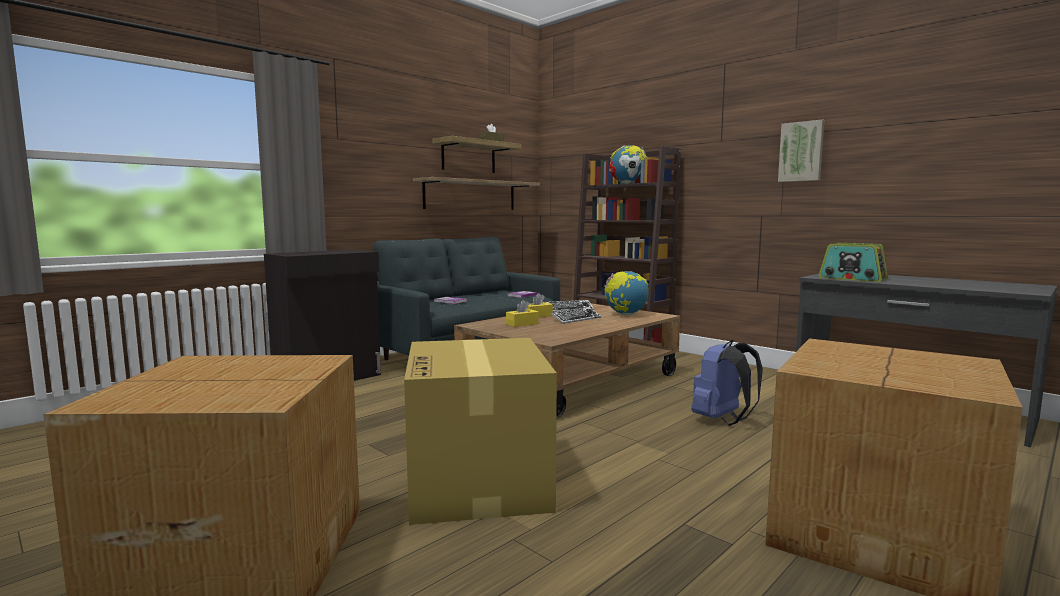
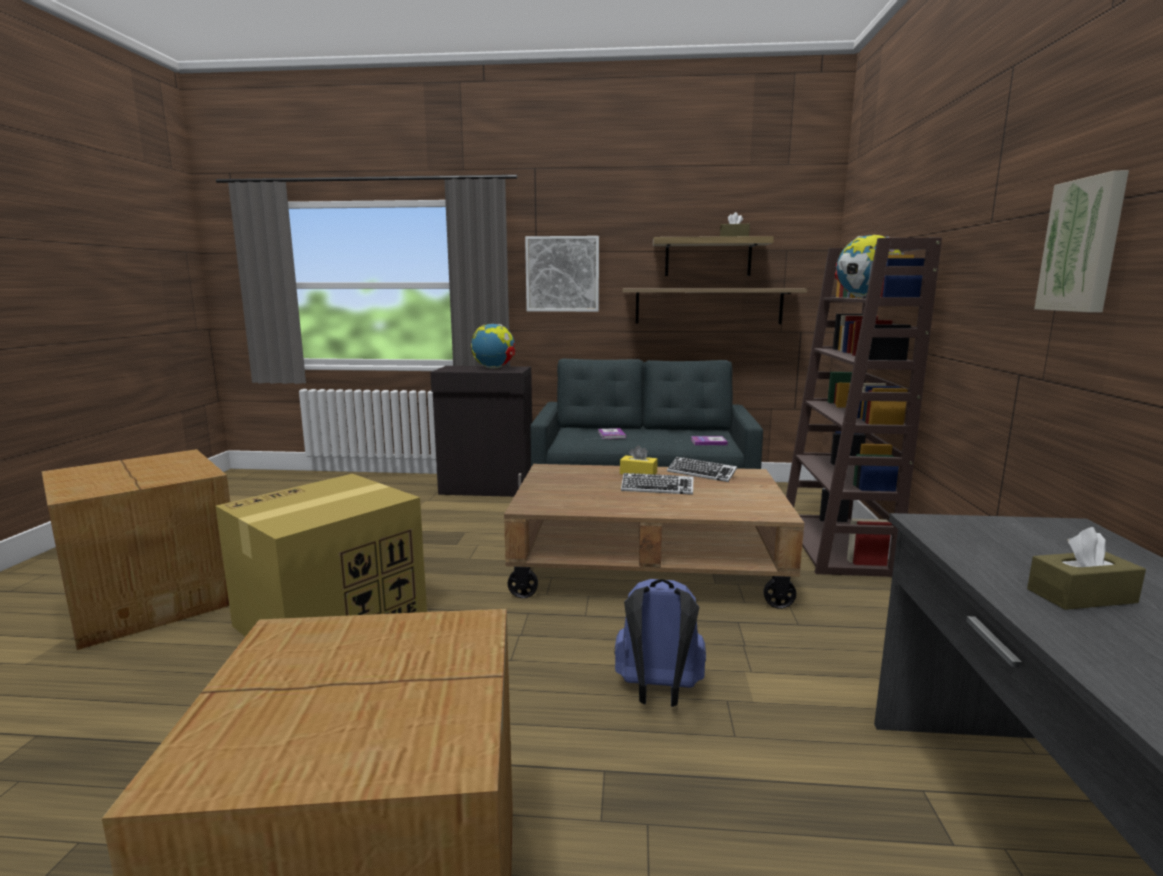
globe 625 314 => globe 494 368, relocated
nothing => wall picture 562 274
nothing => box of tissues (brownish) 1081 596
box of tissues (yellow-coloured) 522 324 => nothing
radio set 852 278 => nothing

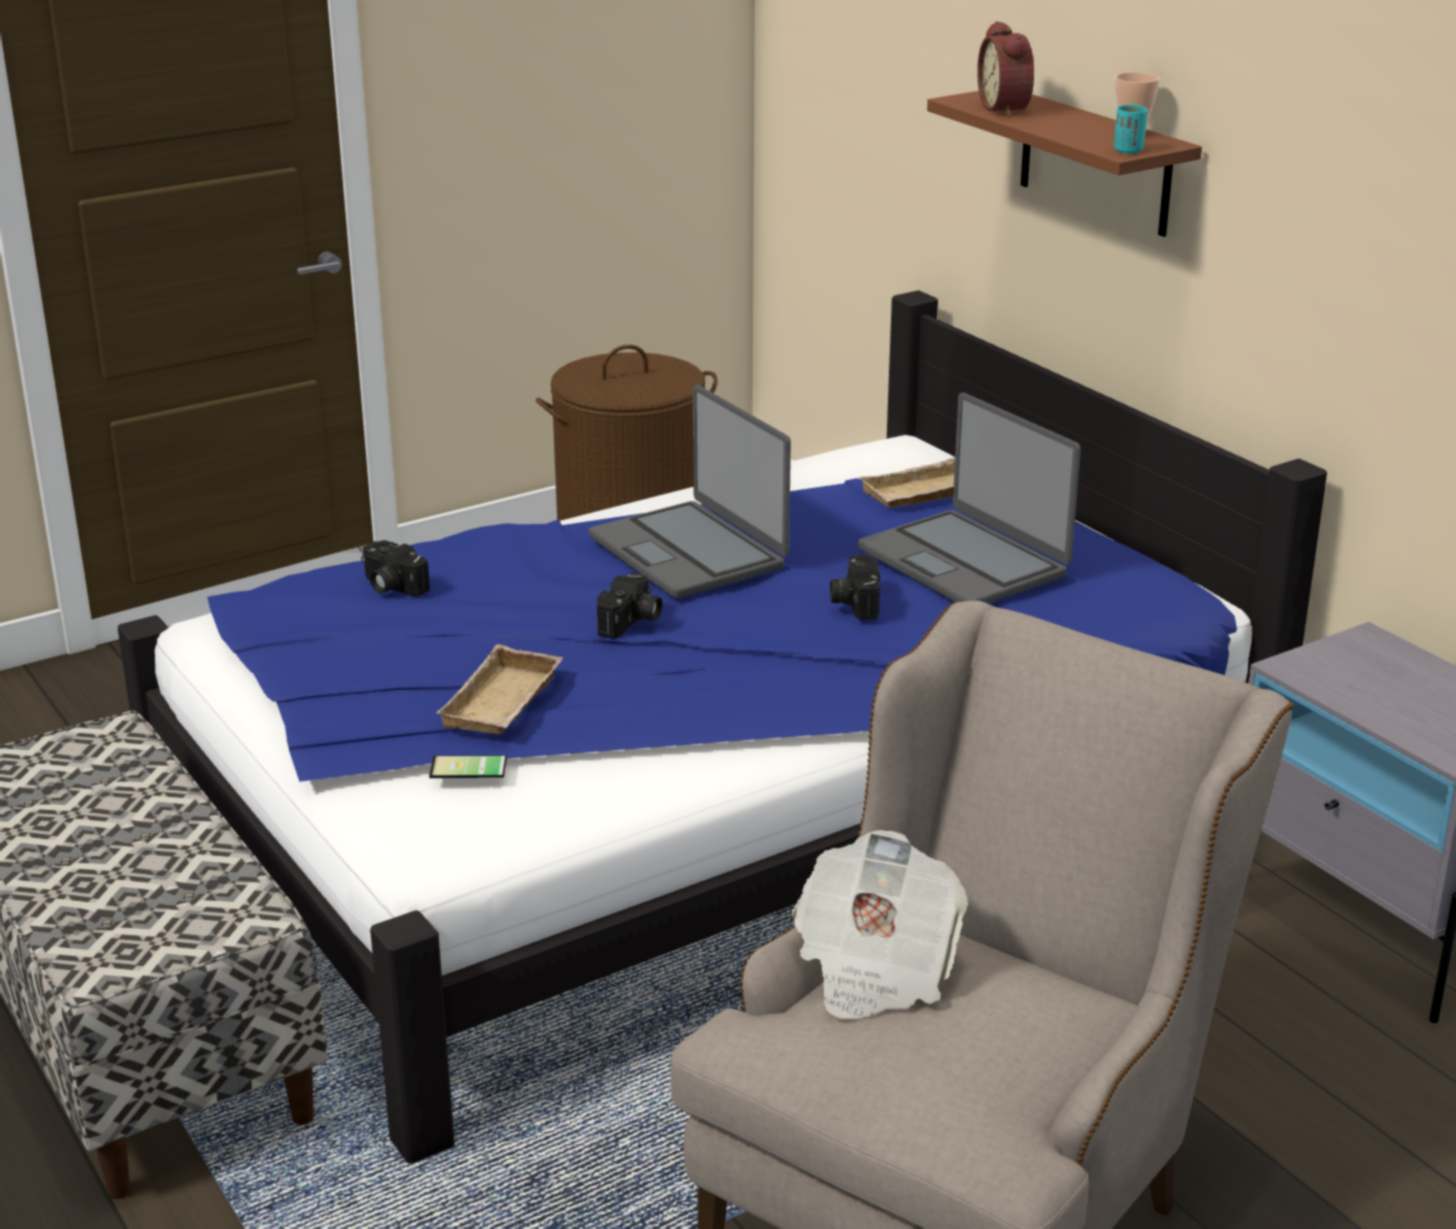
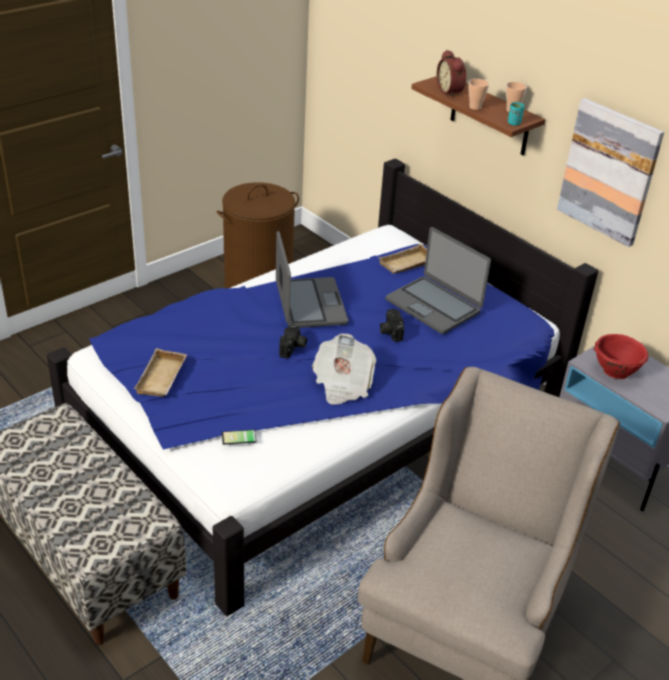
carrying tray (beige-coloured) 504 703 => carrying tray (beige-coloured) 163 378, relocated
laptop 689 552 => laptop 309 304, 150 degrees counterclockwise
printed paper 875 967 => printed paper 342 384, relocated
nothing => cup 475 107
nothing => wall picture 609 172
nothing => deep dish (reddish) 615 371
photo camera 390 586 => nothing

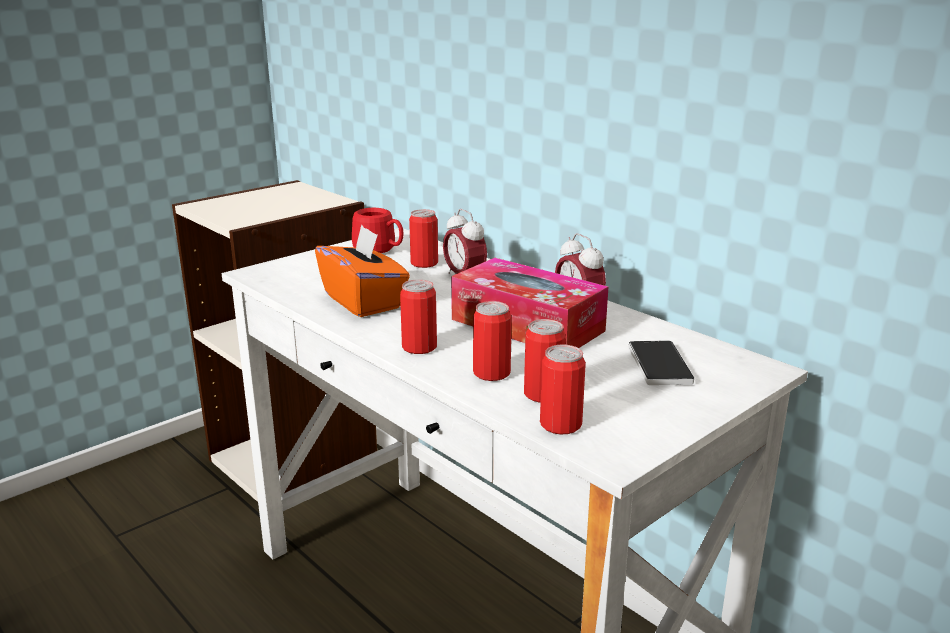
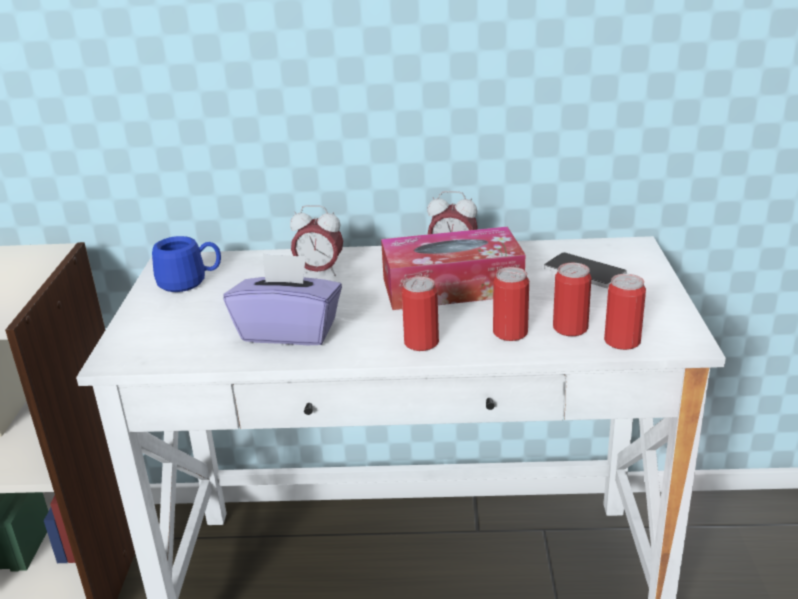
mug (reddish) 380 250 => mug (bluish) 190 282
box of tissues (orange-coloured) 364 301 => box of tissues (purplish) 289 331
metal can 424 263 => nothing

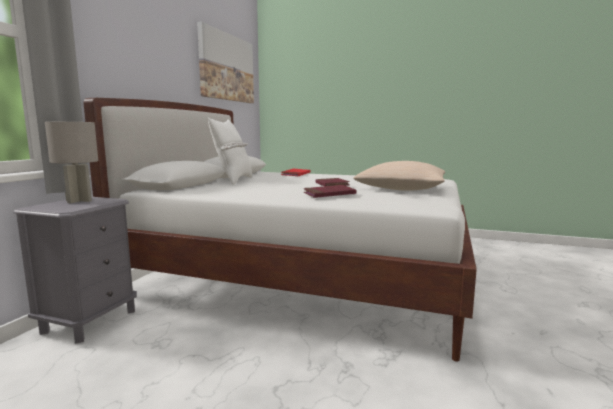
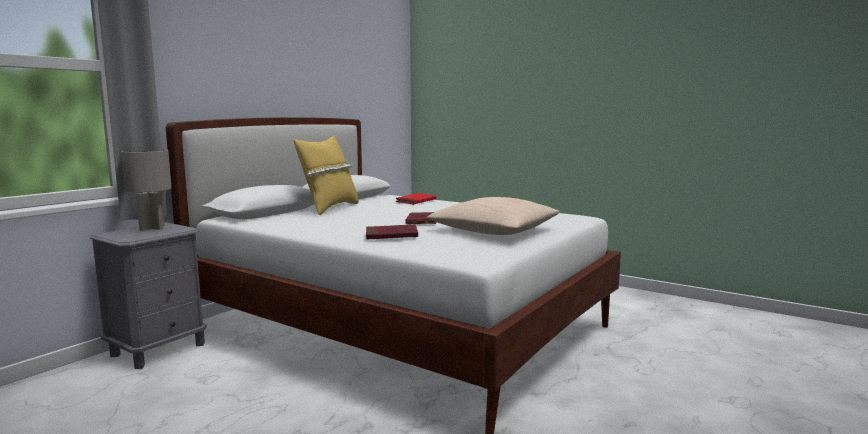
pillow (whitish) 232 180 => pillow (yellow-coloured) 329 208
wall picture 226 67 => nothing

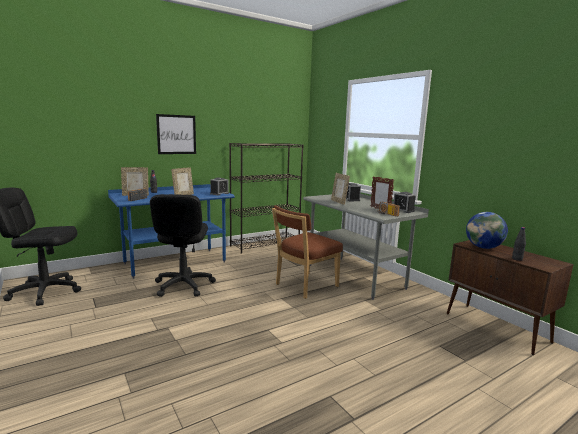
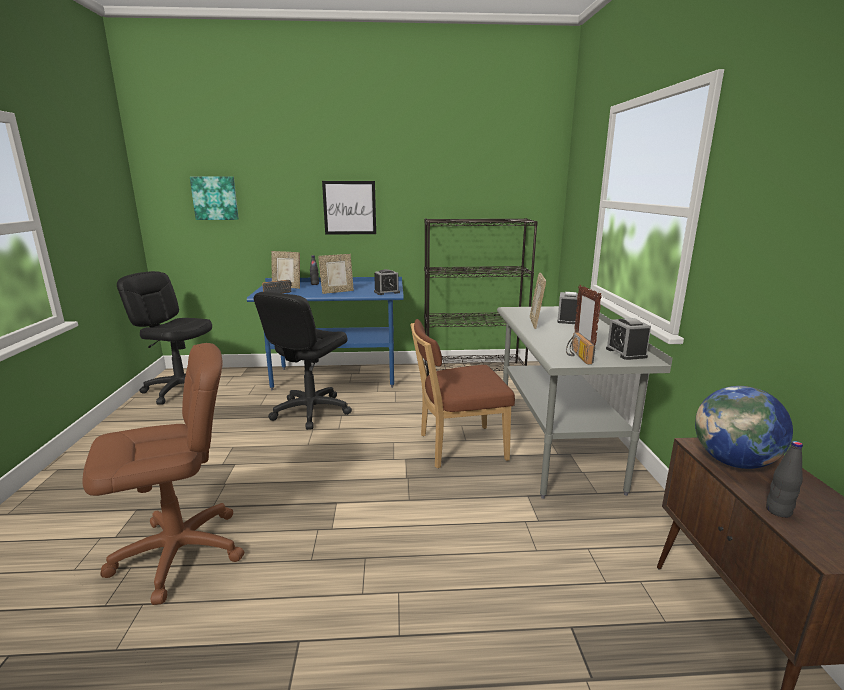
nothing => desk chair (brownish) 180 553
nothing => wall picture 215 198

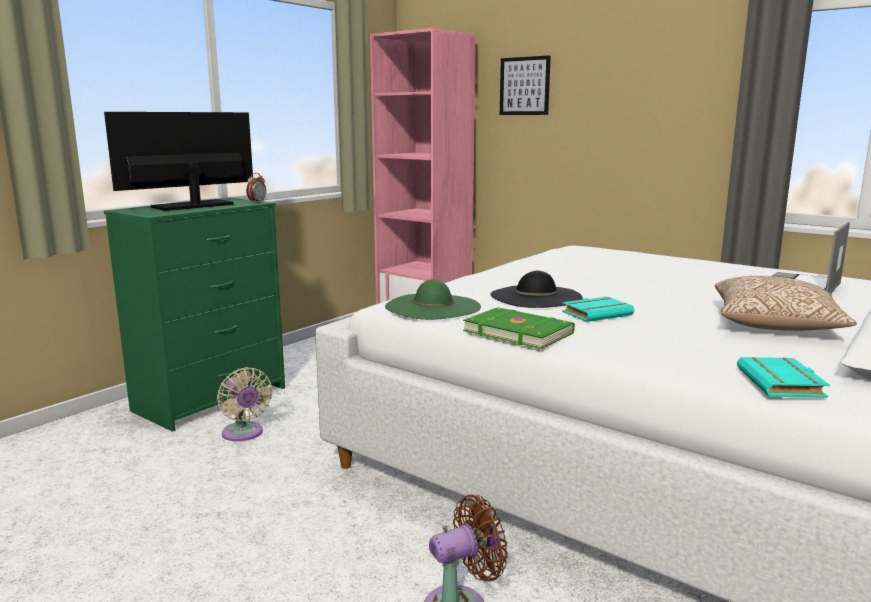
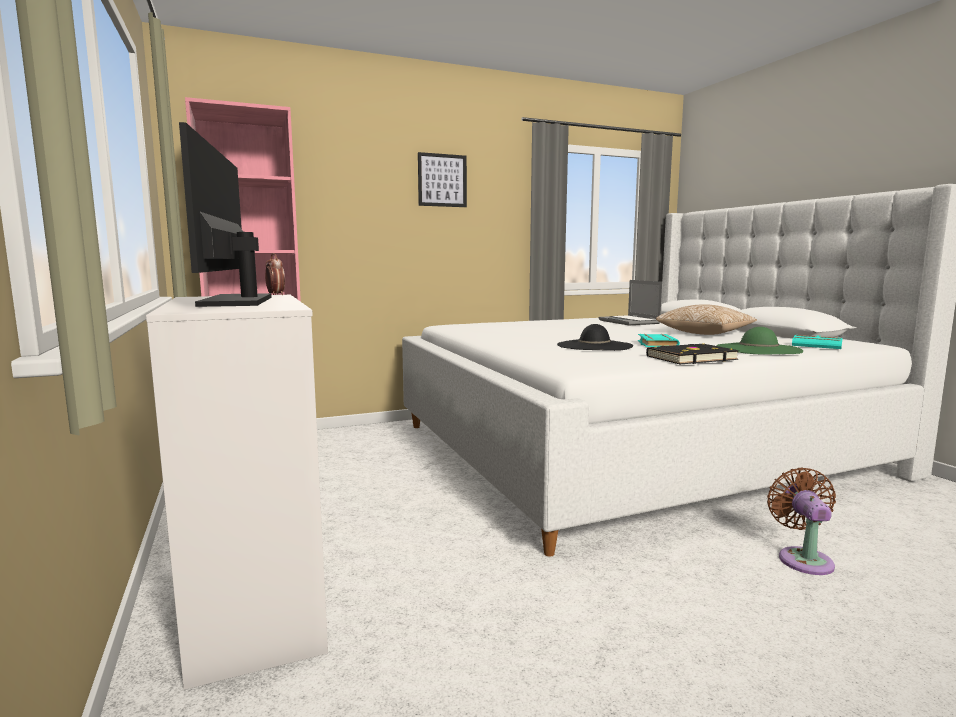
drawer chest (green) 211 398 => drawer chest (whitish) 255 603
wall picture 524 86 => wall picture 442 180, relocated
volume (green) 518 332 => volume (black-coloured) 689 358
clothing hat (green) 432 307 => clothing hat (green) 758 349, relocated
fan (beige-coloured) 244 434 => nothing

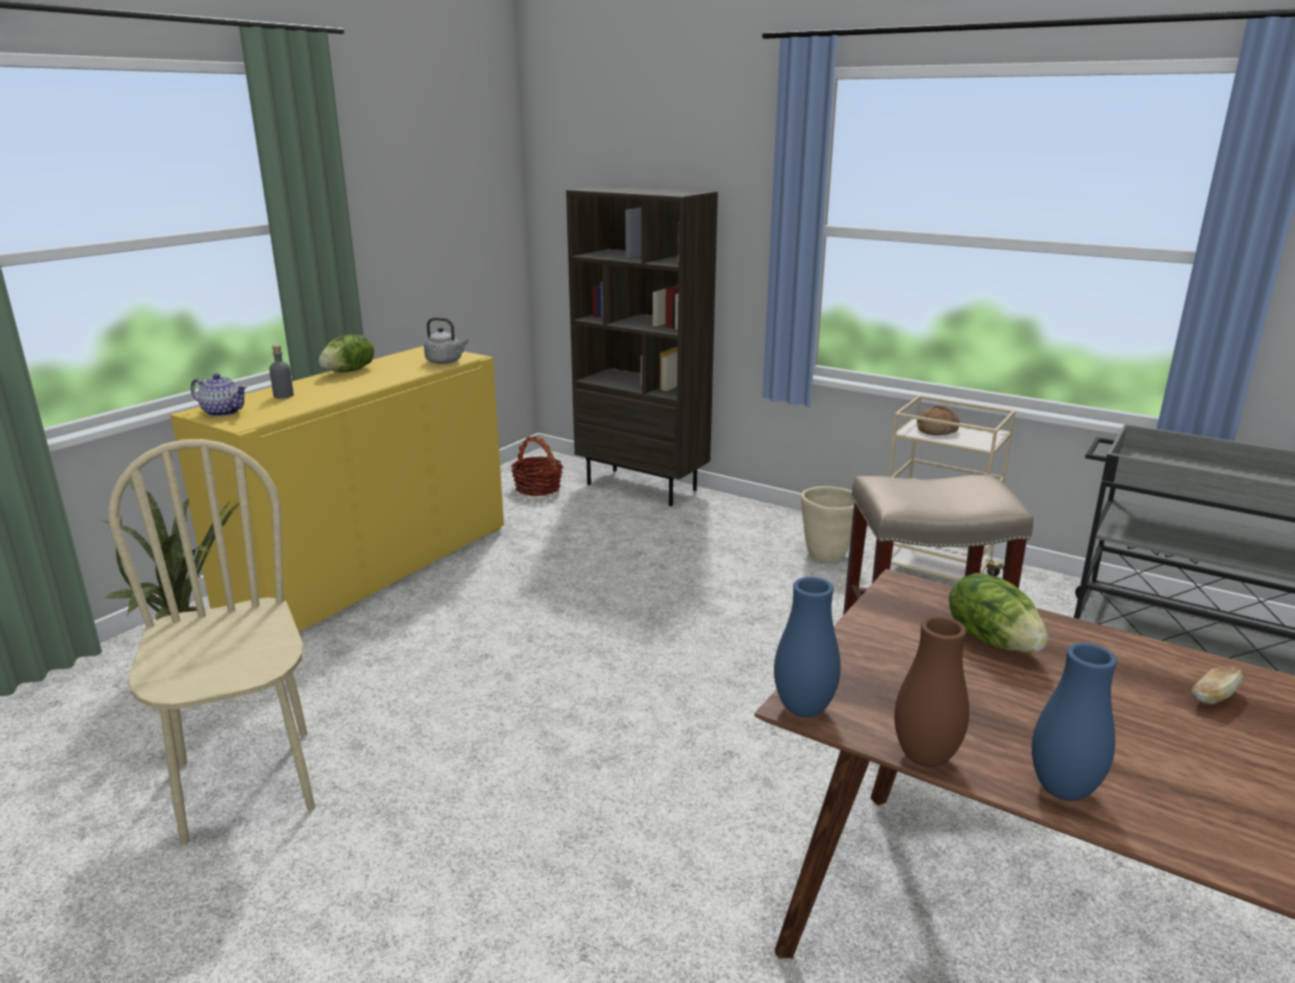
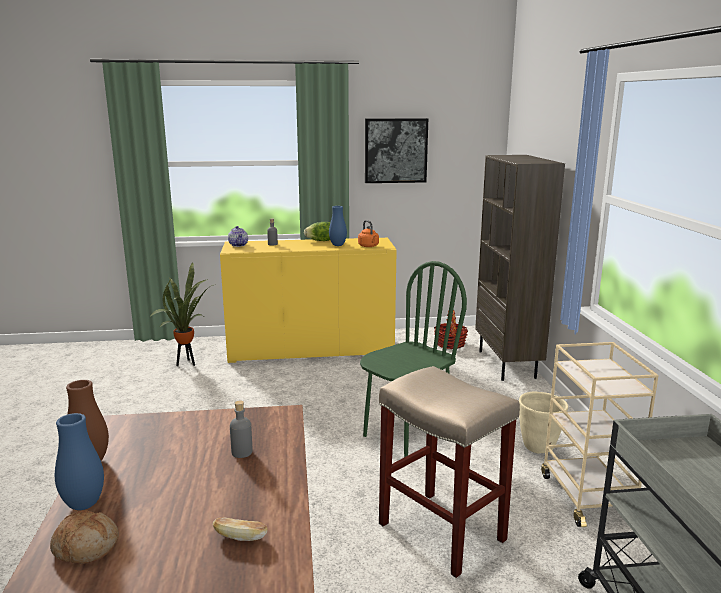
bread 936 430 => bread 86 546, relocated
head of lettuce 992 640 => drink bottle (grey) 242 452
flower vase (bluish) 803 709 => flower vase (bluish) 338 245, relocated
kettle (grey) 446 362 => kettle (orange-coloured) 369 246
nothing => plain chair (green) 406 435
nothing => wall picture 395 150
plain chair (beige-coloured) 247 785 => nothing

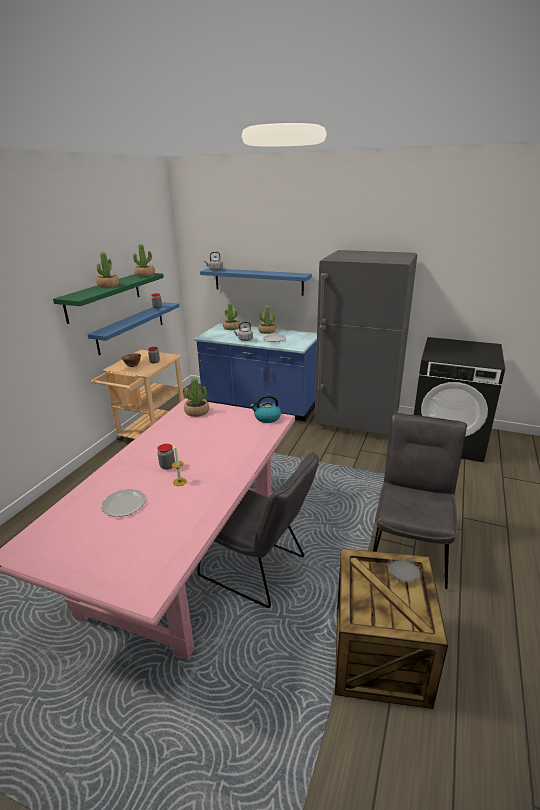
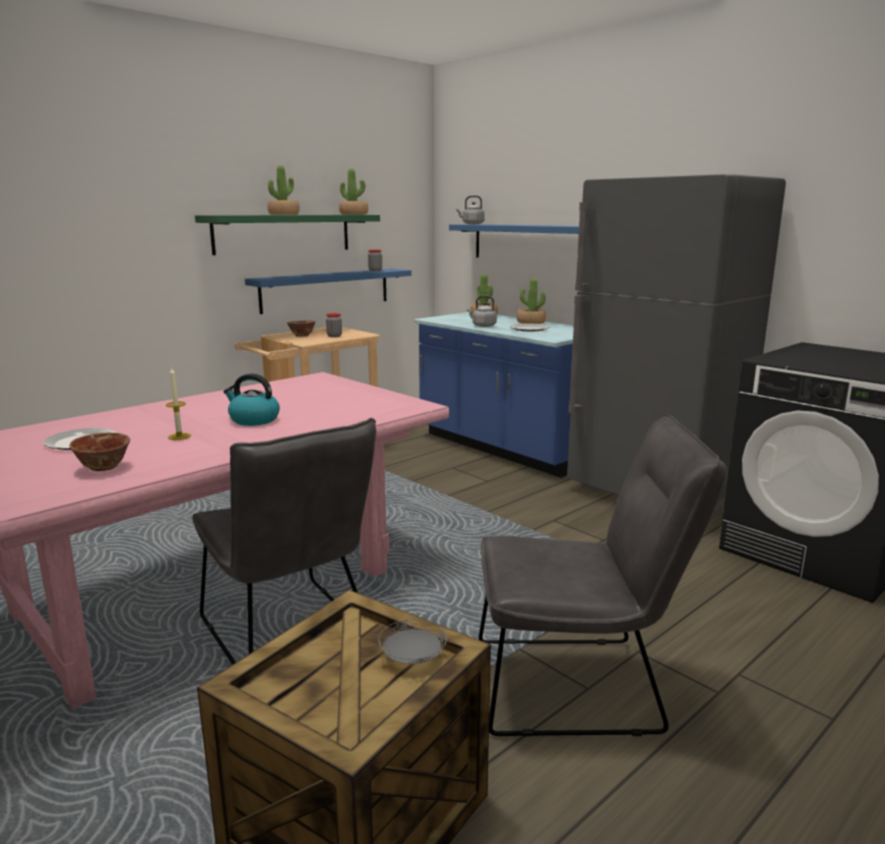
nothing => deep dish 104 467
kettle 267 418 => kettle 253 420, relocated
plain chair (grey) 410 546 => plain chair (grey) 580 685, 45 degrees clockwise
preserve jar 167 466 => nothing
potted plant 197 412 => nothing

